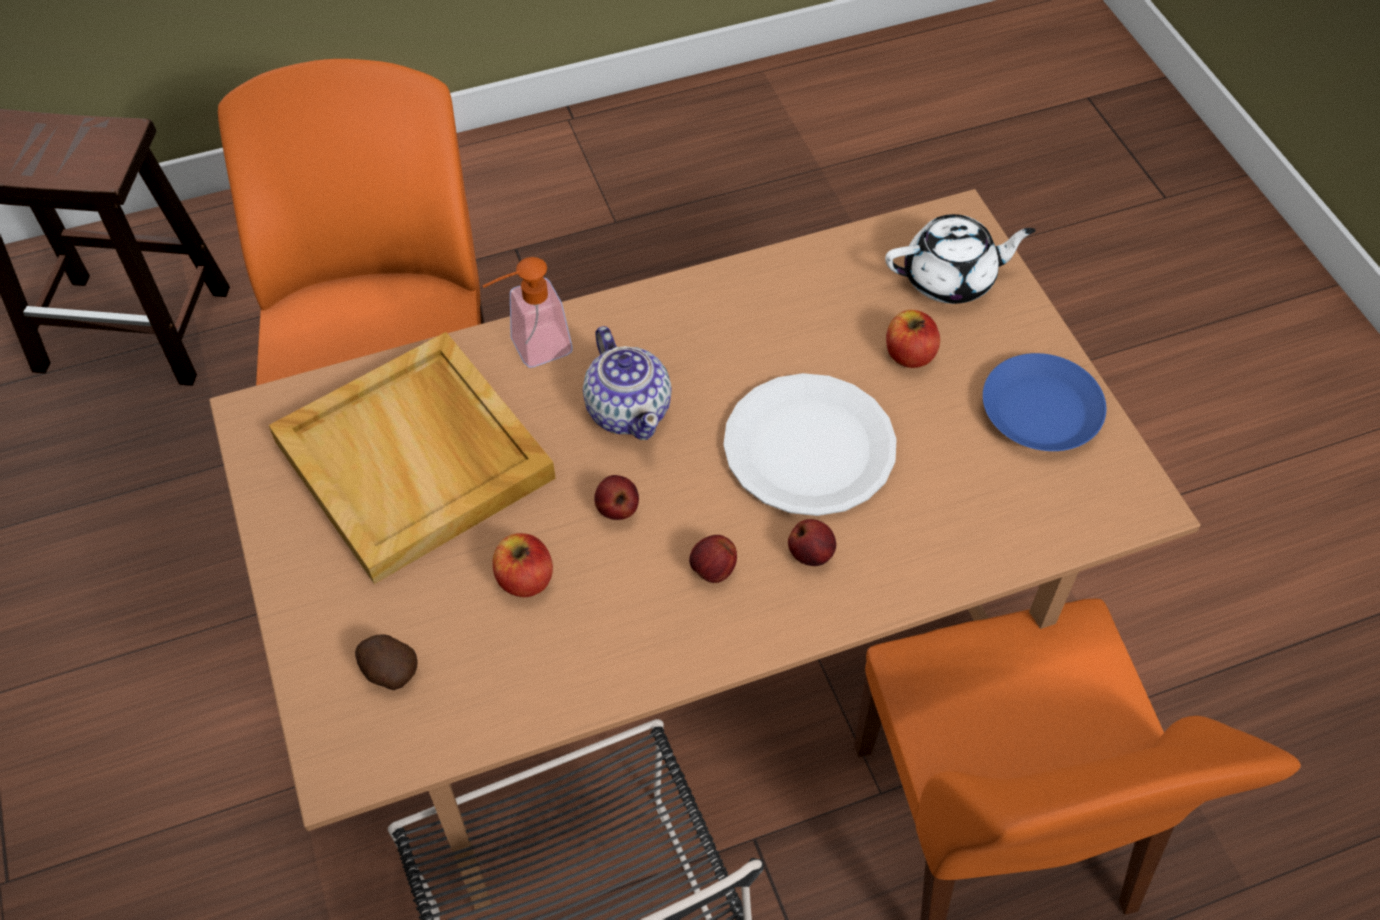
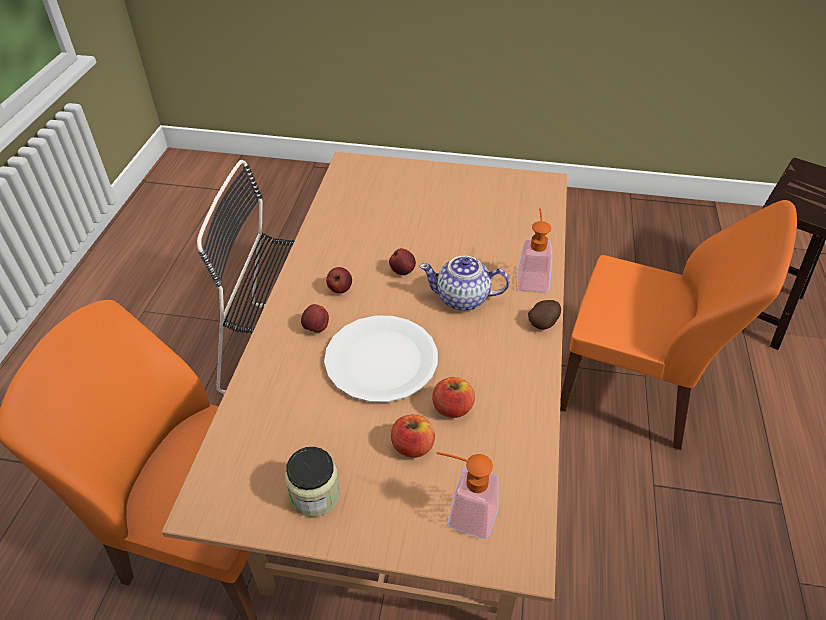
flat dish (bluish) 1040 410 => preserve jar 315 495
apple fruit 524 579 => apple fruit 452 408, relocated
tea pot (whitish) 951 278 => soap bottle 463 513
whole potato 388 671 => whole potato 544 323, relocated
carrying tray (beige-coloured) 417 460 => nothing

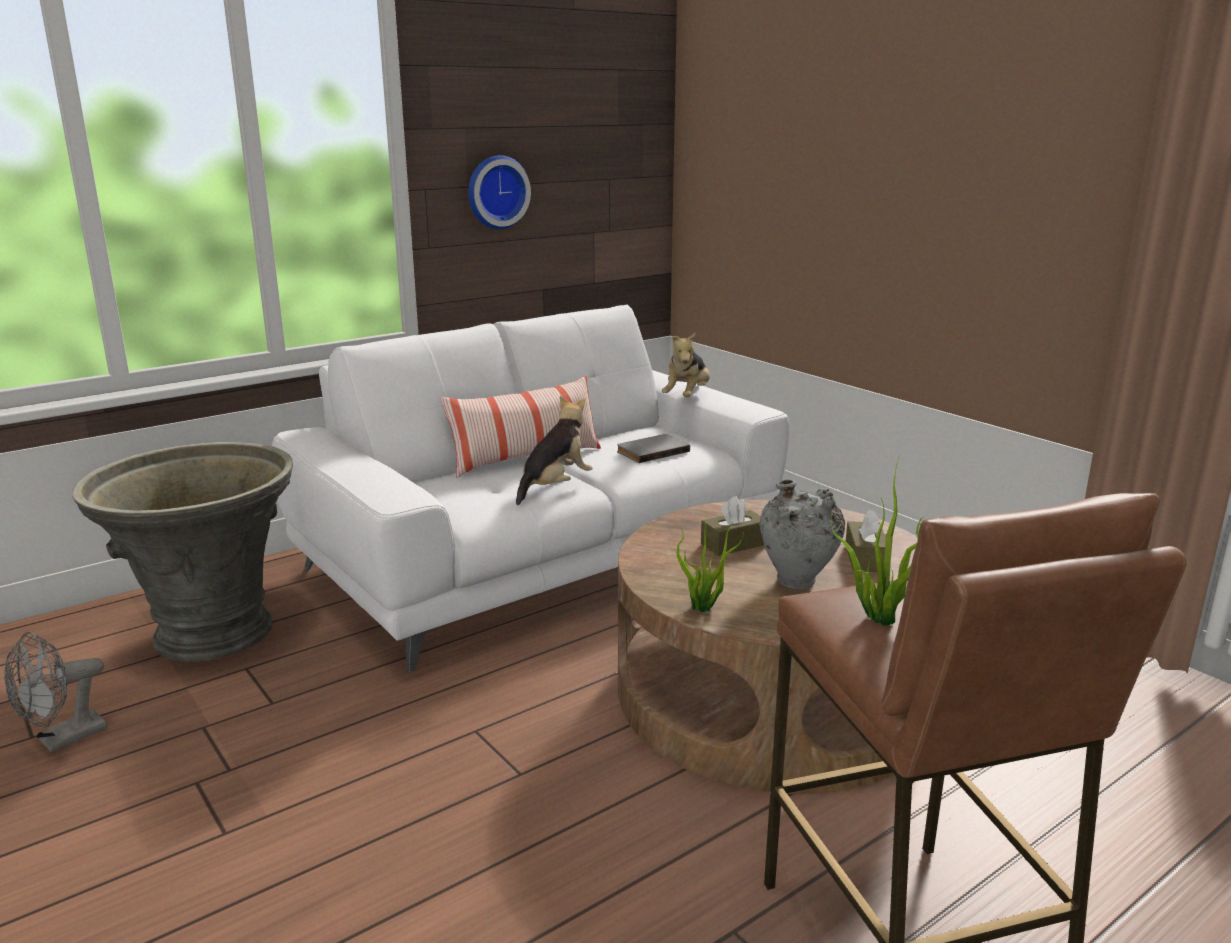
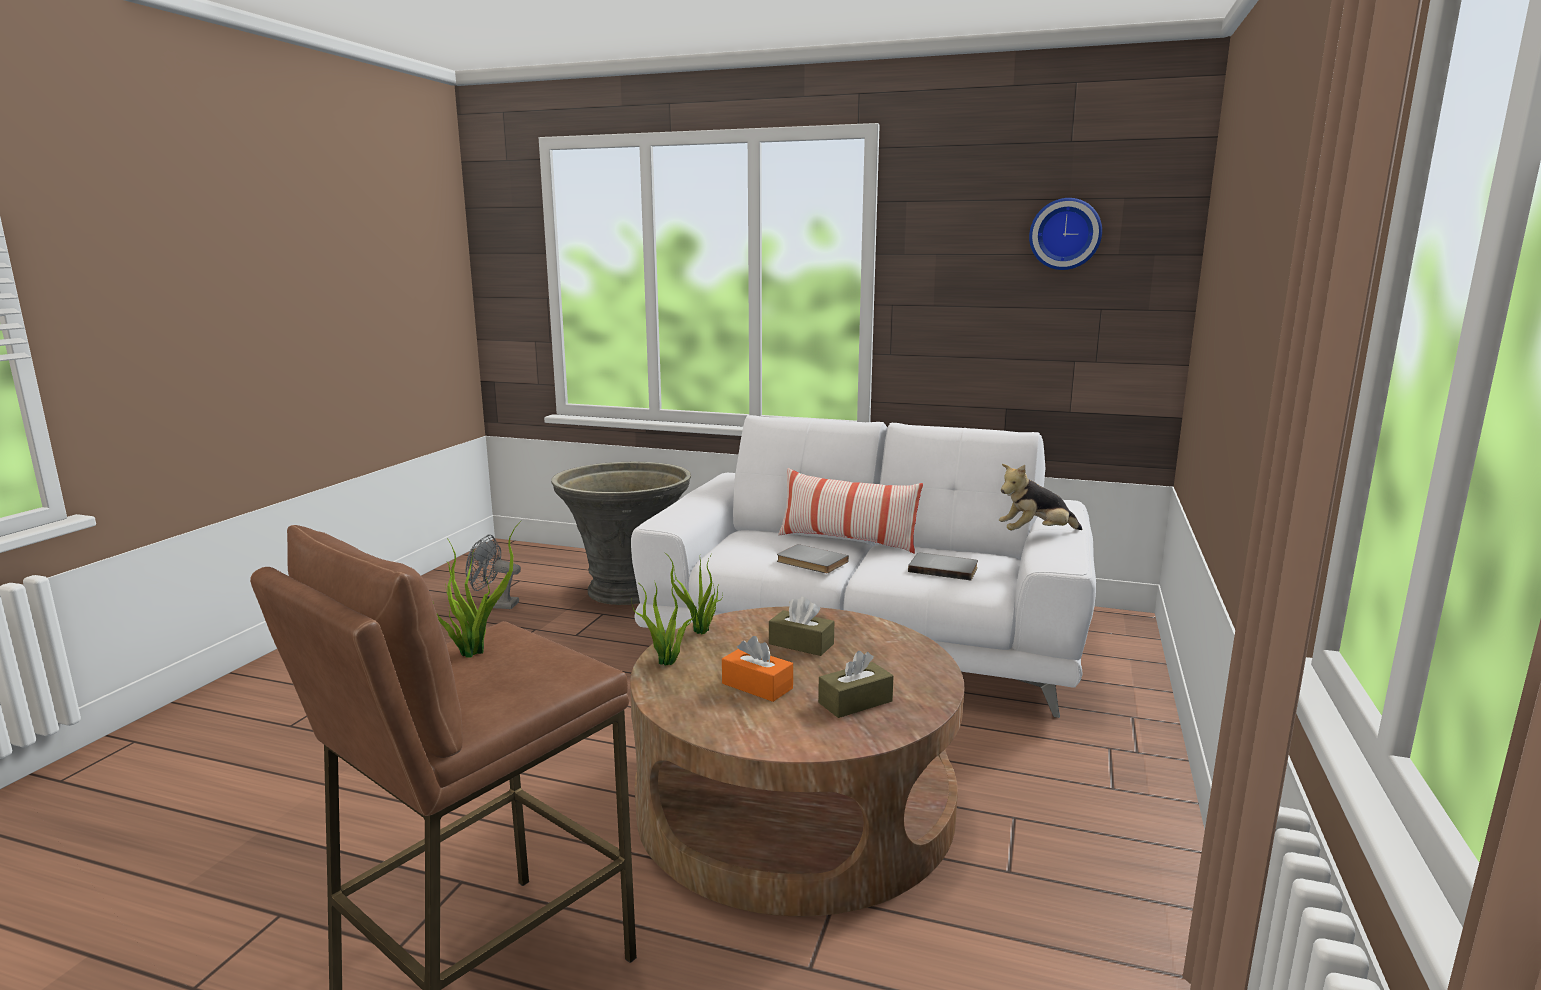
nothing => potted plant 700 632
flower vase (grey) 797 584 => box of tissues (orange-coloured) 757 686
plush toy 555 486 => volume (grey) 810 562
hanging clock 496 192 => hanging clock 1065 234, relocated

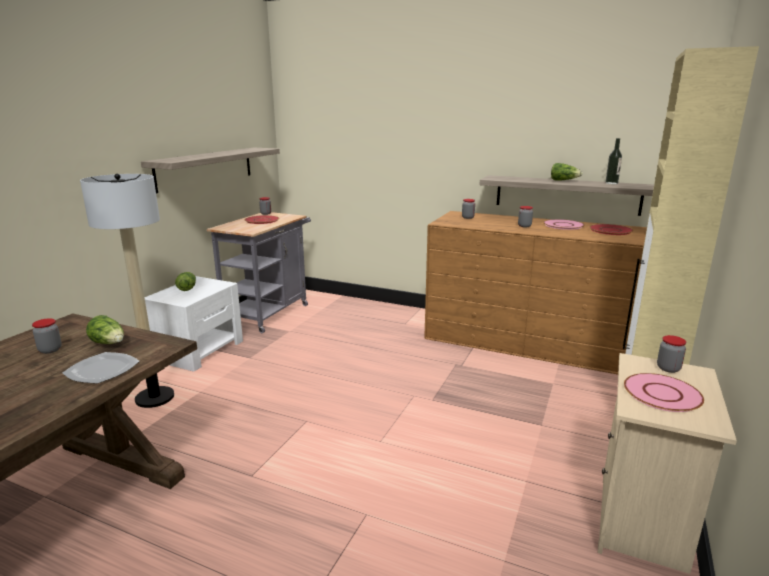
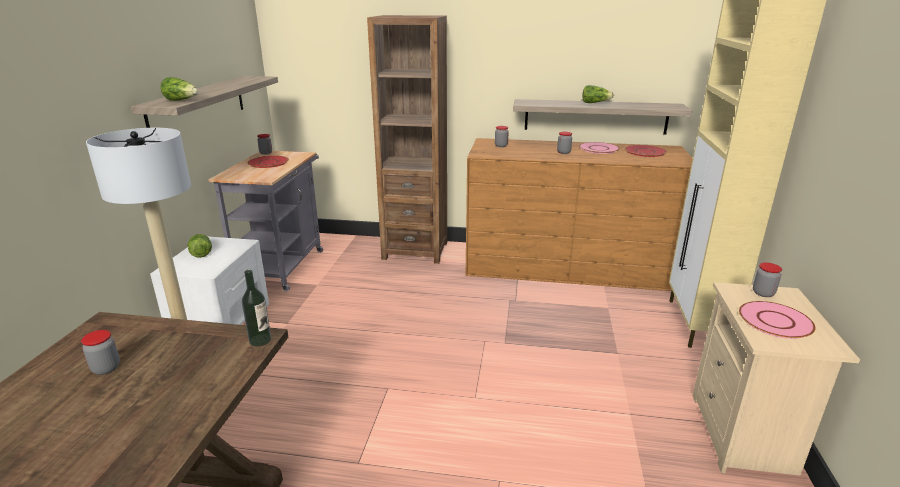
head of lettuce 109 343 => head of lettuce 182 100, relocated
drink bottle 611 183 => drink bottle 260 340, relocated
nothing => bookcase (brownish) 415 251
flat dish 102 370 => nothing

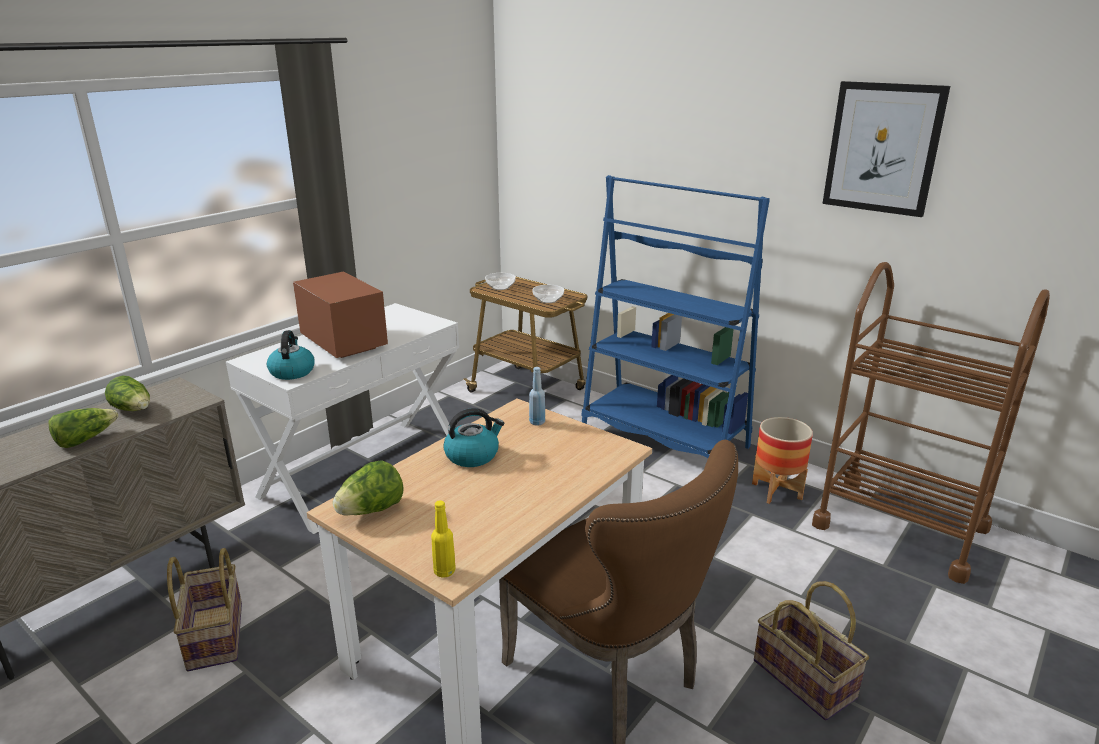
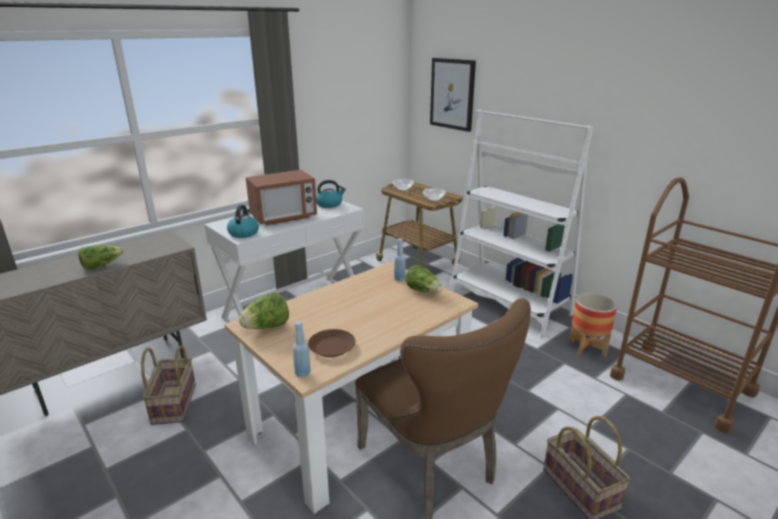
microwave oven 344 343 => microwave oven 283 217, 90 degrees clockwise
drink bottle (yellow-coloured) 444 571 => drink bottle (bluish) 302 373
nothing => flat dish (brownish) 332 347
kettle 472 455 => kettle 329 204, relocated
head of lettuce 134 410 => head of lettuce 423 291, relocated
wall picture 883 148 => wall picture 452 94, relocated
bookcase (bluish) 664 439 => bookcase (whitish) 509 304

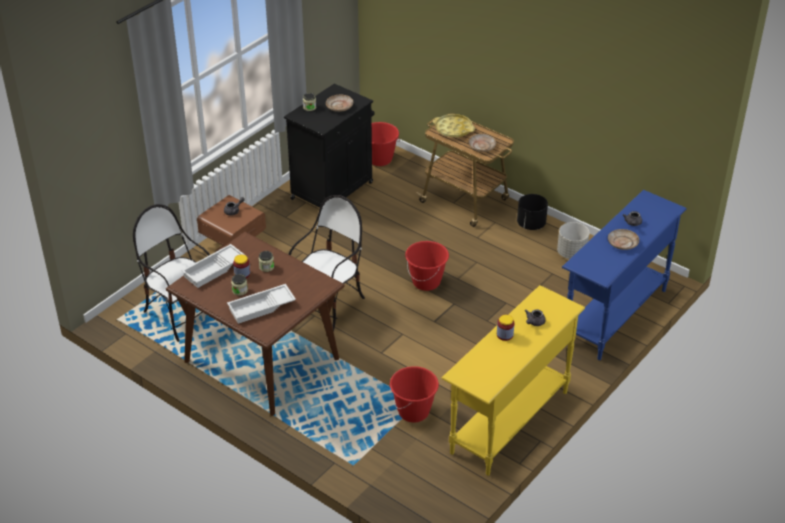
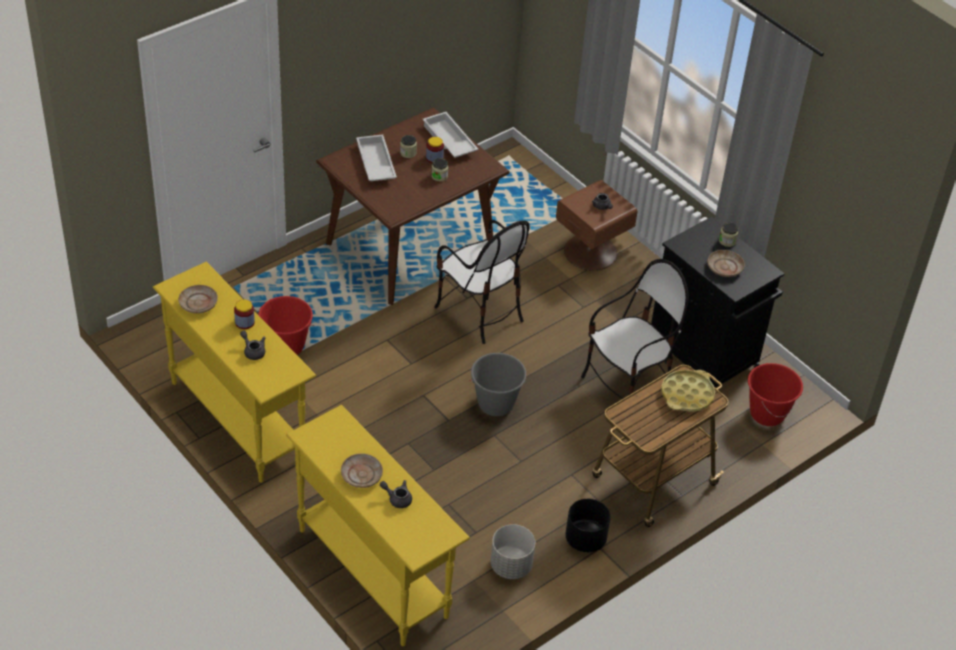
flat dish (beige-coloured) 482 146 => flat dish (beige-coloured) 198 303, relocated
hall table (bluish) 614 316 => hall table (yellow-coloured) 373 572
water bucket (reddish) 426 282 => water bucket (grey) 495 404
plain chair 181 314 => plain chair 628 385, relocated

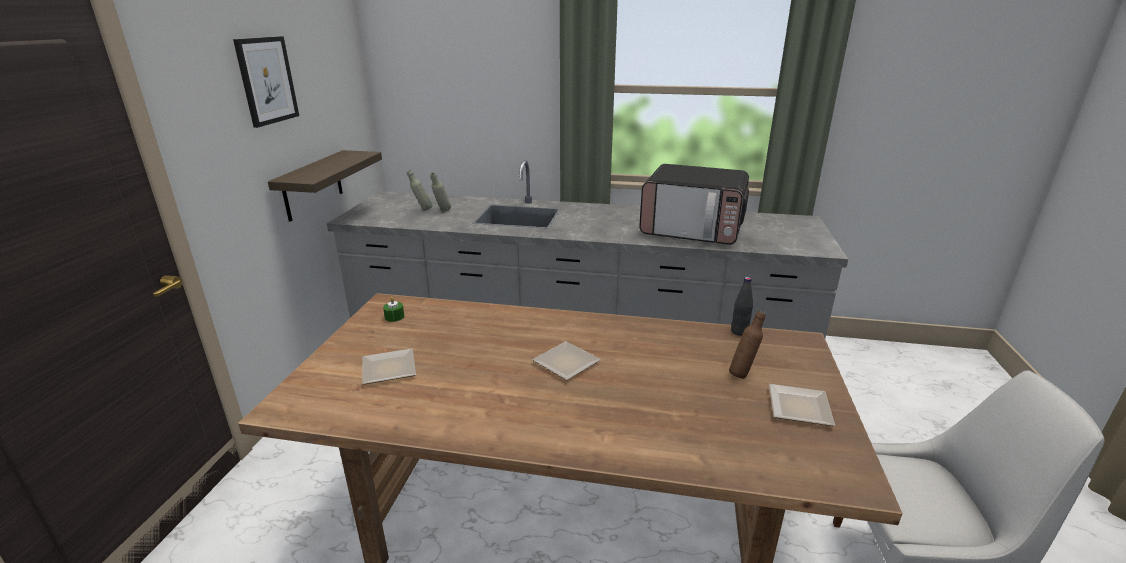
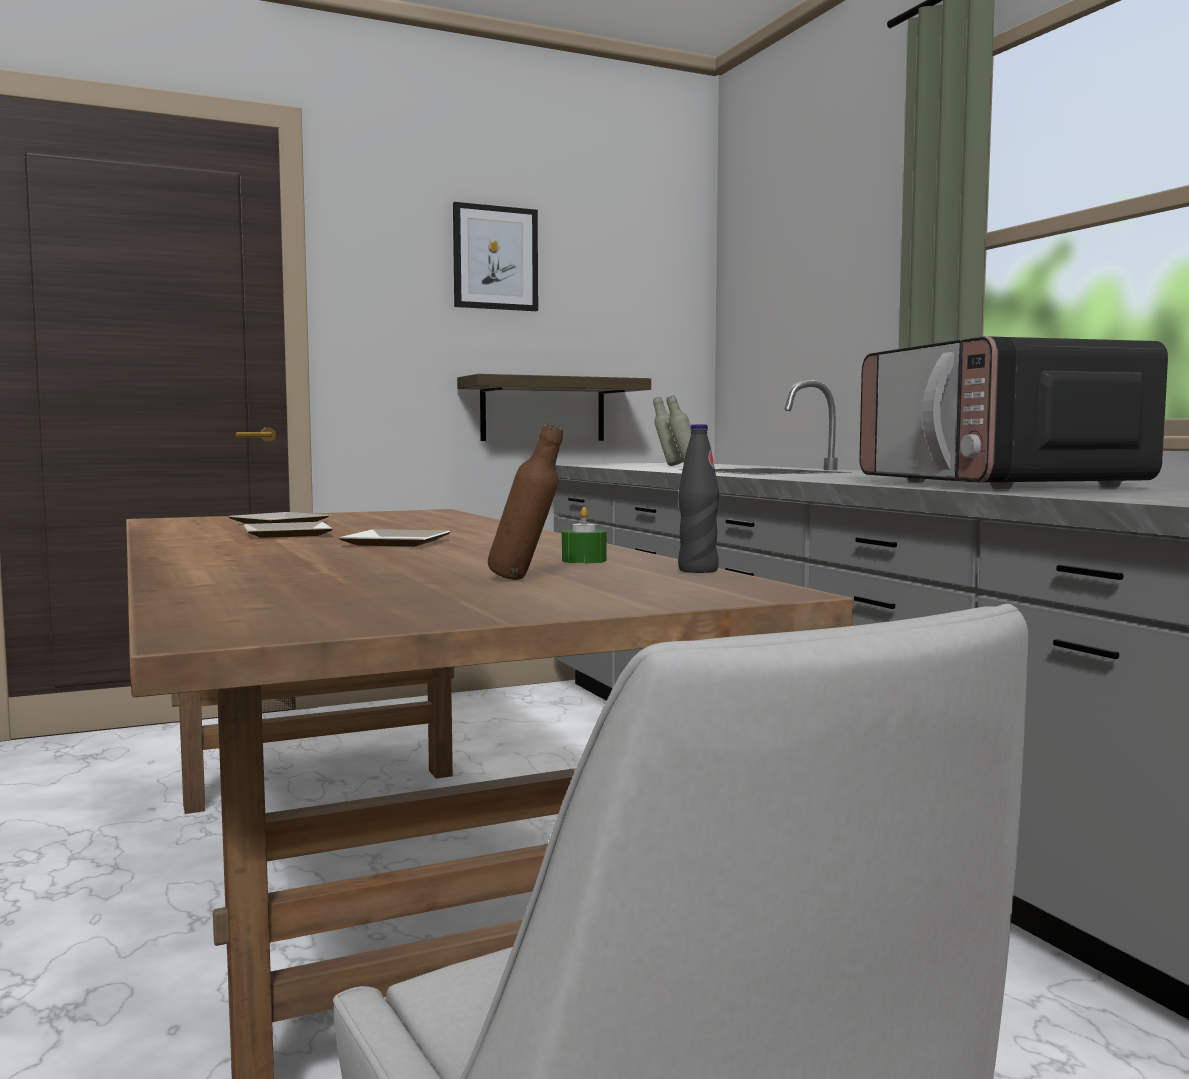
flat dish 797 409 => flat dish 284 534, relocated
wax candle (green) 394 317 => wax candle (green) 584 560, relocated

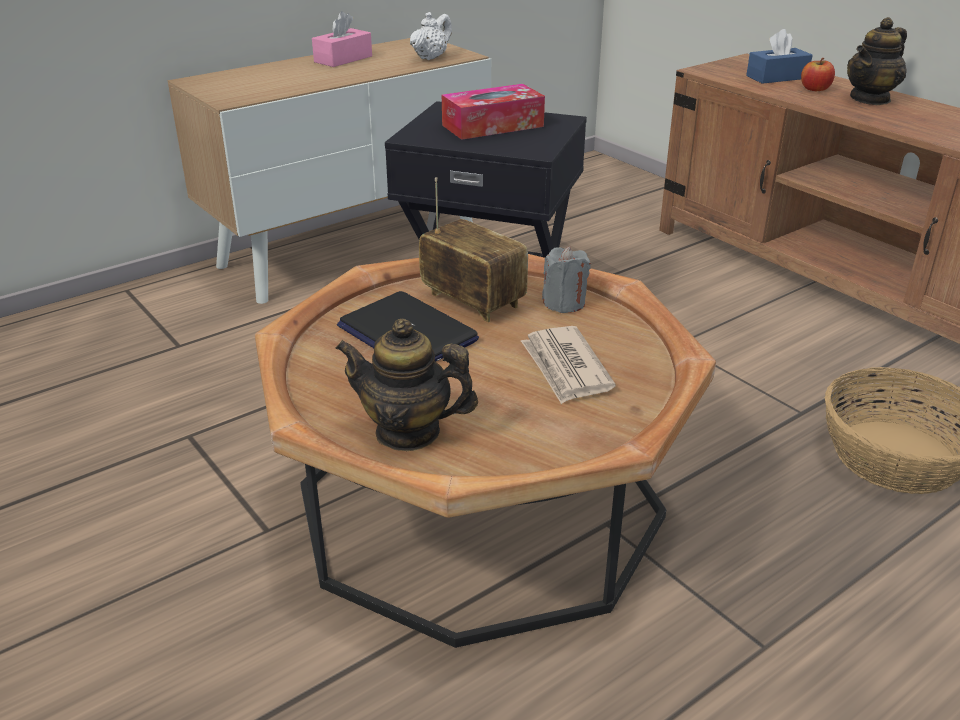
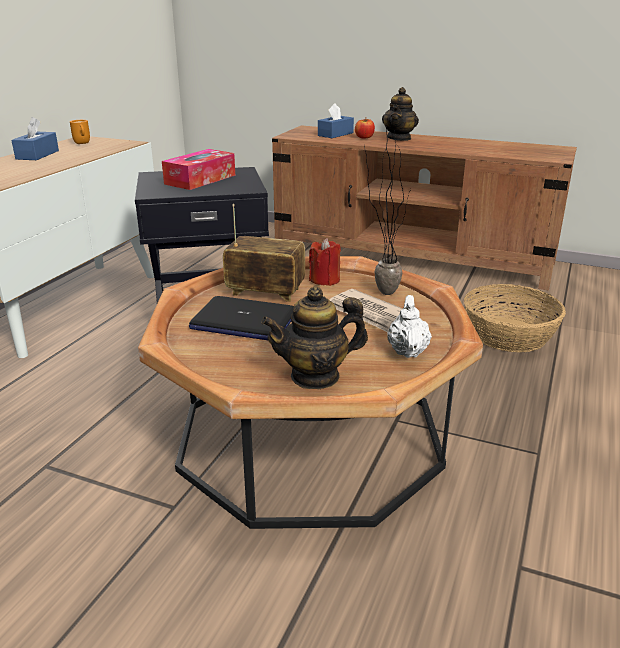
box of tissues (pink) 343 59 => box of tissues (bluish) 37 155
nothing => mug (orange-coloured) 82 144
wax candle (grey) 564 303 => wax candle (reddish) 325 280
nothing => potted plant 380 290
tea pot (whitish) 431 57 => tea pot (whitish) 407 351, relocated

